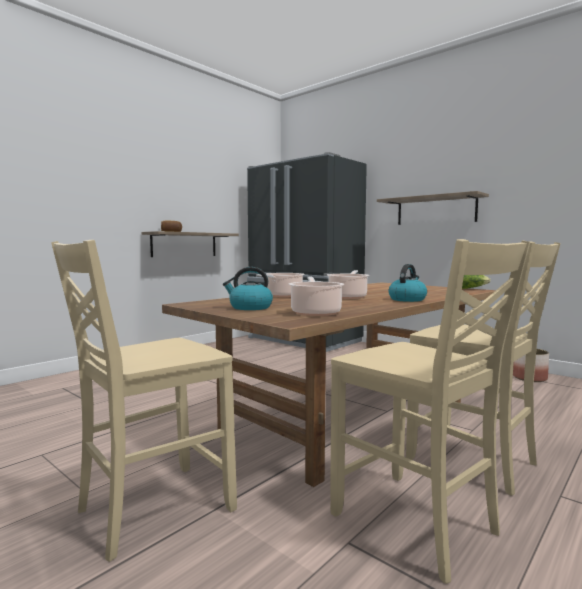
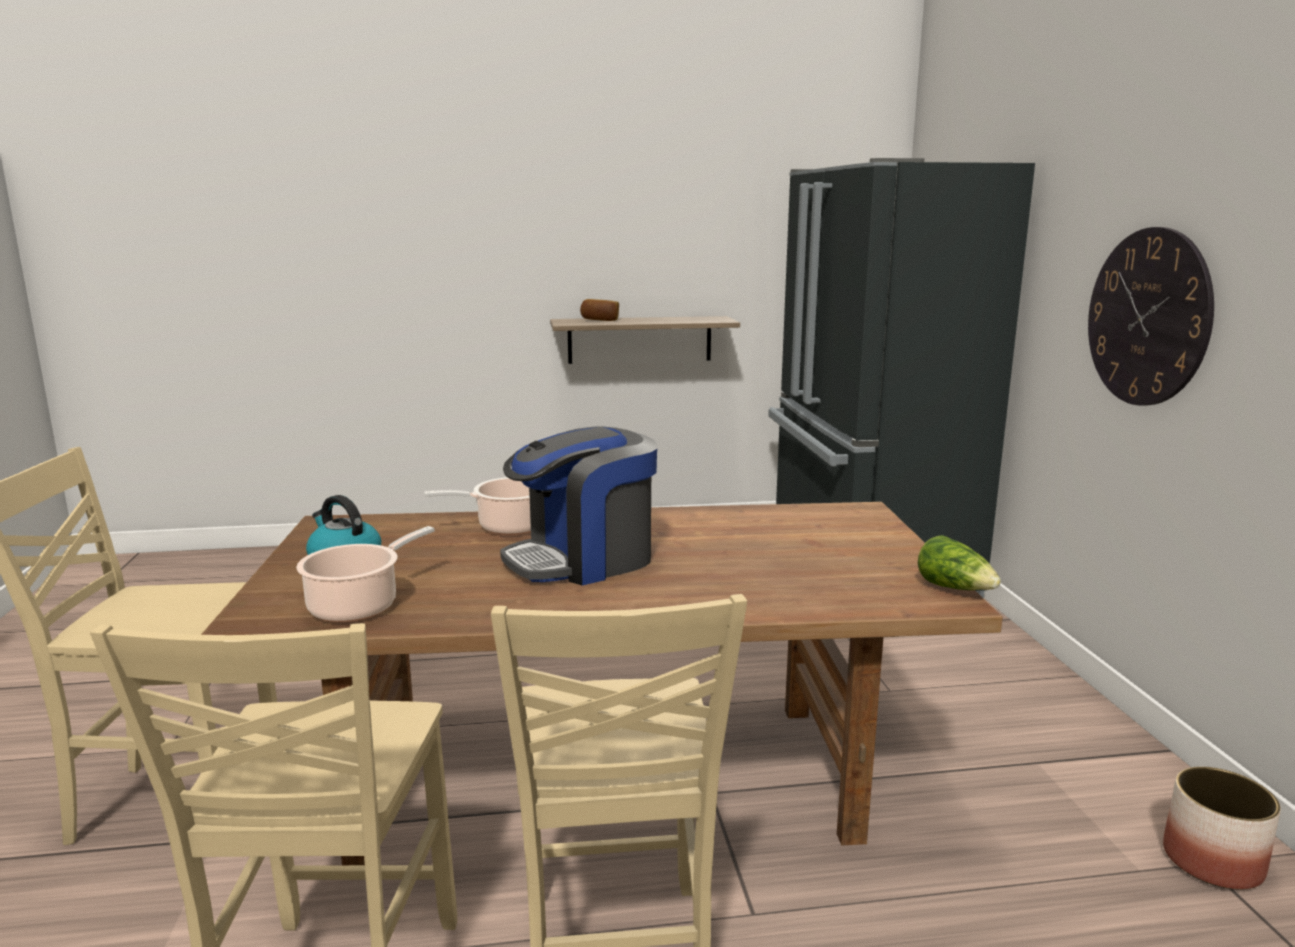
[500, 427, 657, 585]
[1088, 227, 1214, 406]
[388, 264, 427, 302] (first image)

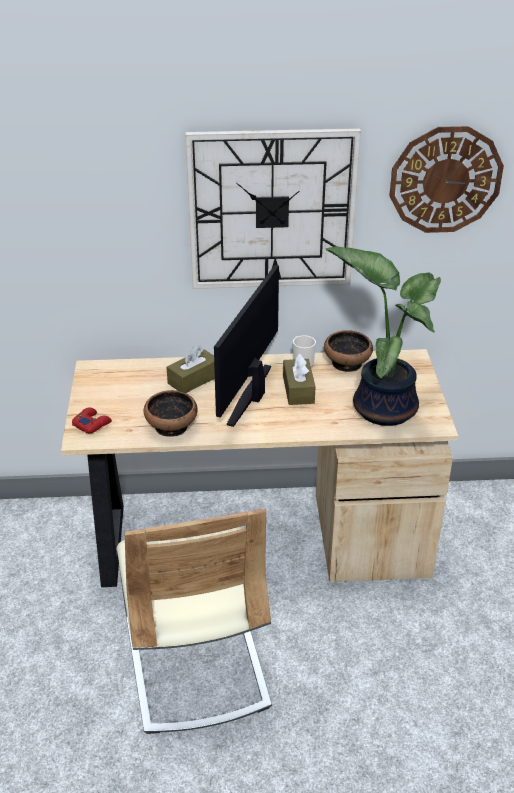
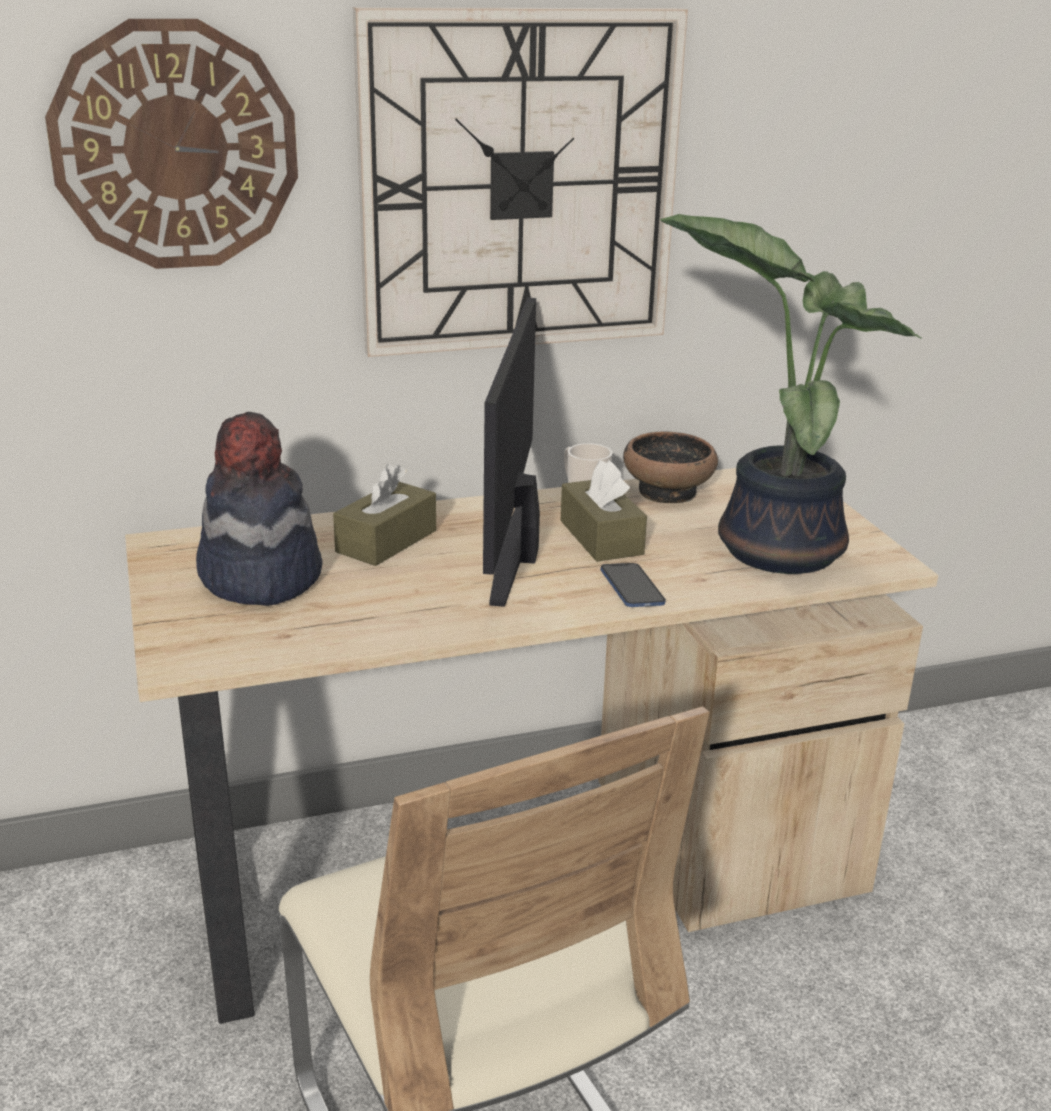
[45, 19, 298, 269]
[196, 412, 323, 606]
[601, 563, 666, 607]
[72, 407, 112, 433] (first image)
[143, 390, 198, 437] (first image)

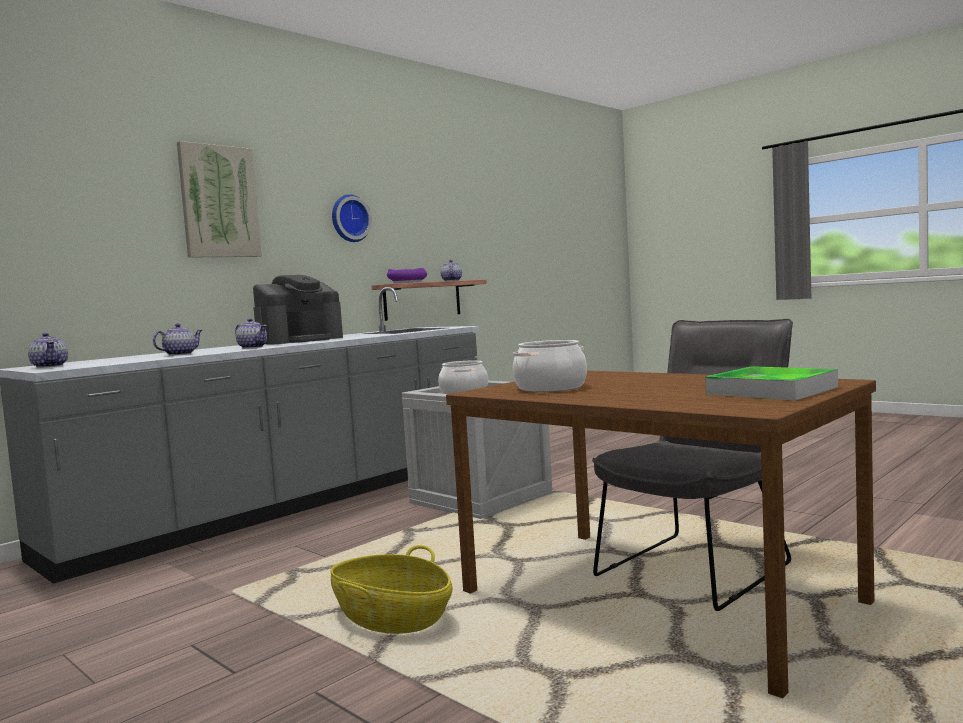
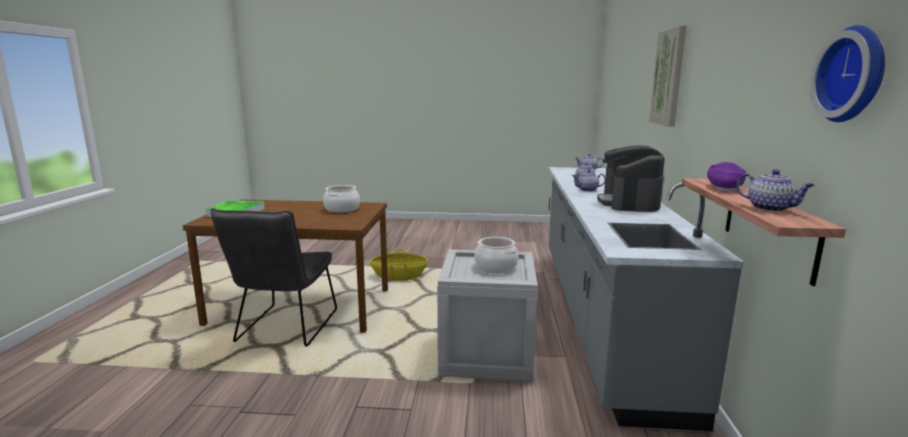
[810, 25, 885, 122]

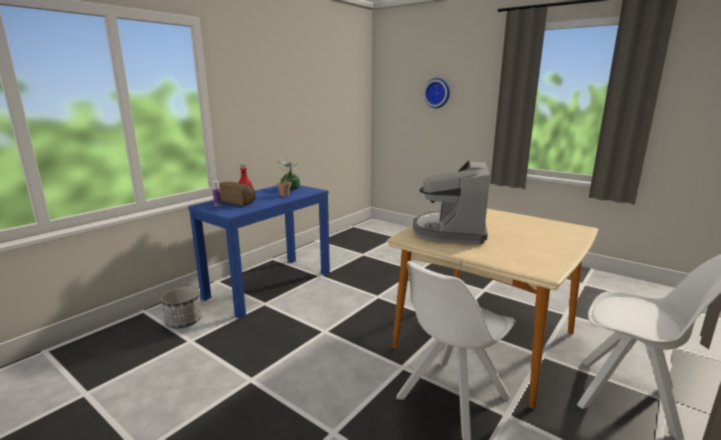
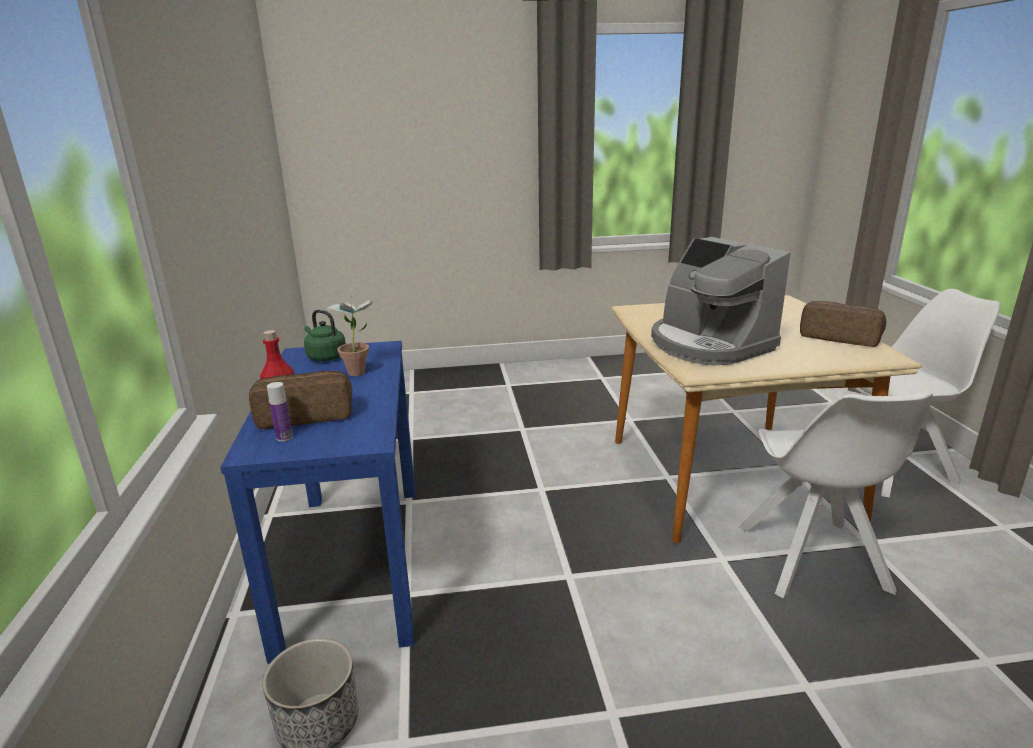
[800, 301, 887, 347]
[424, 78, 450, 108] (first image)

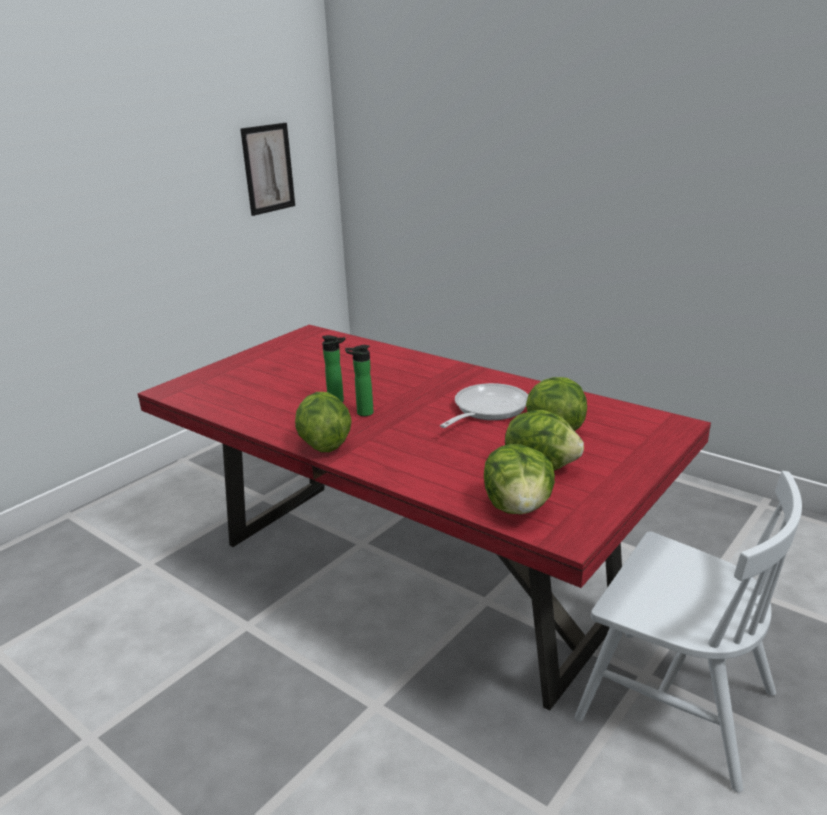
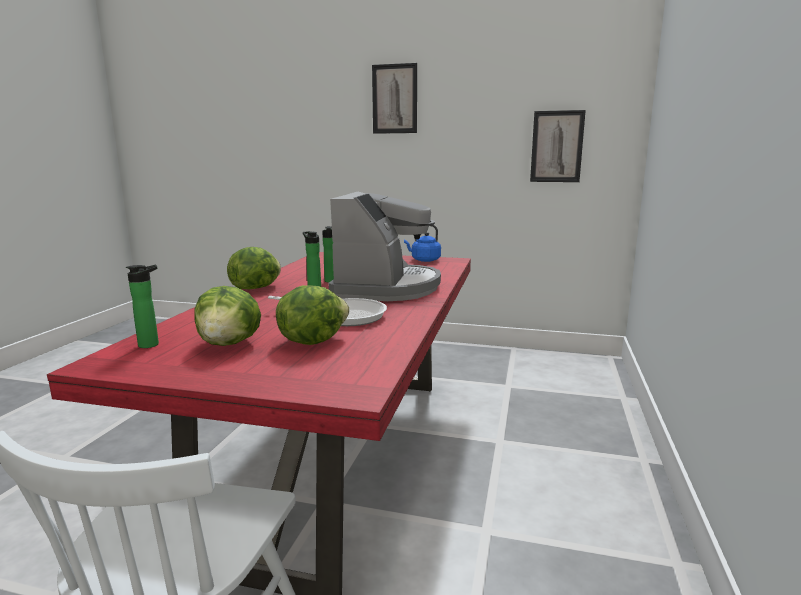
[126, 265, 159, 348]
[329, 192, 441, 301]
[372, 63, 417, 134]
[404, 225, 441, 262]

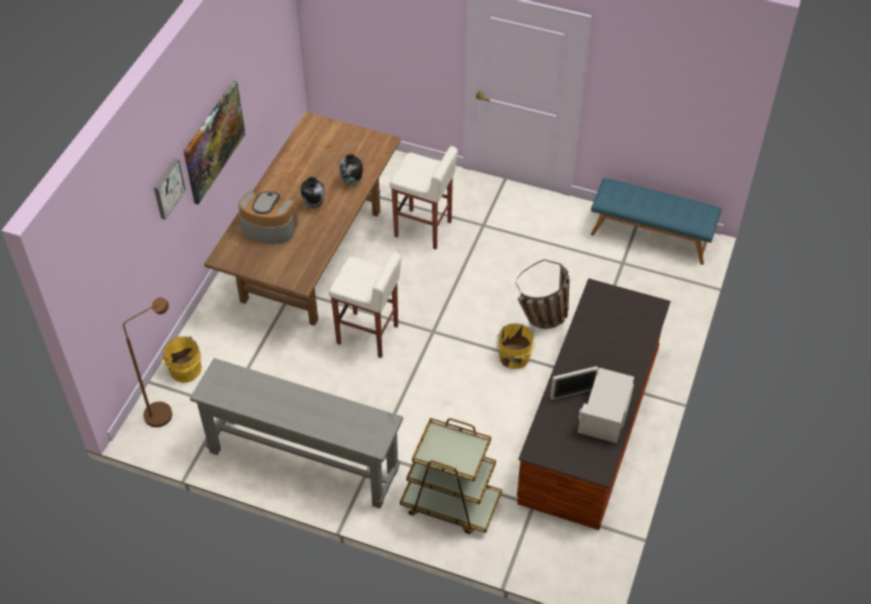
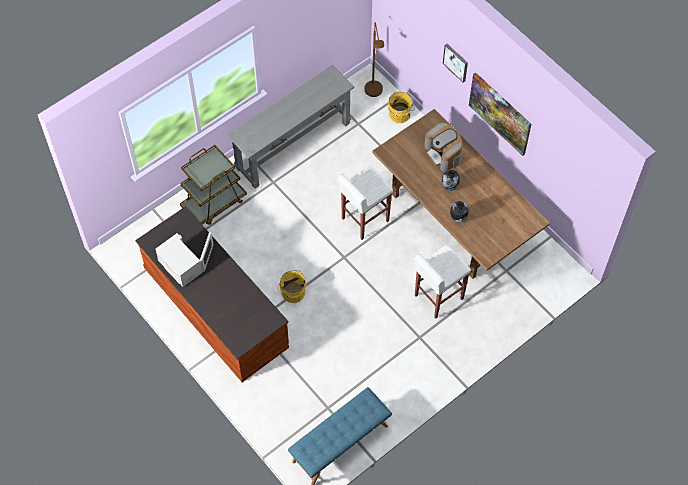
[424, 122, 463, 172]
[516, 259, 569, 329] (first image)

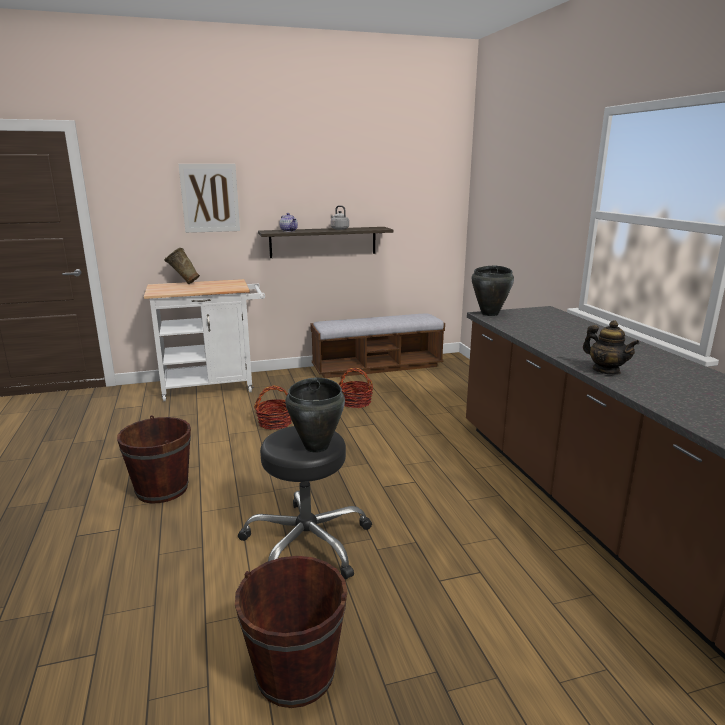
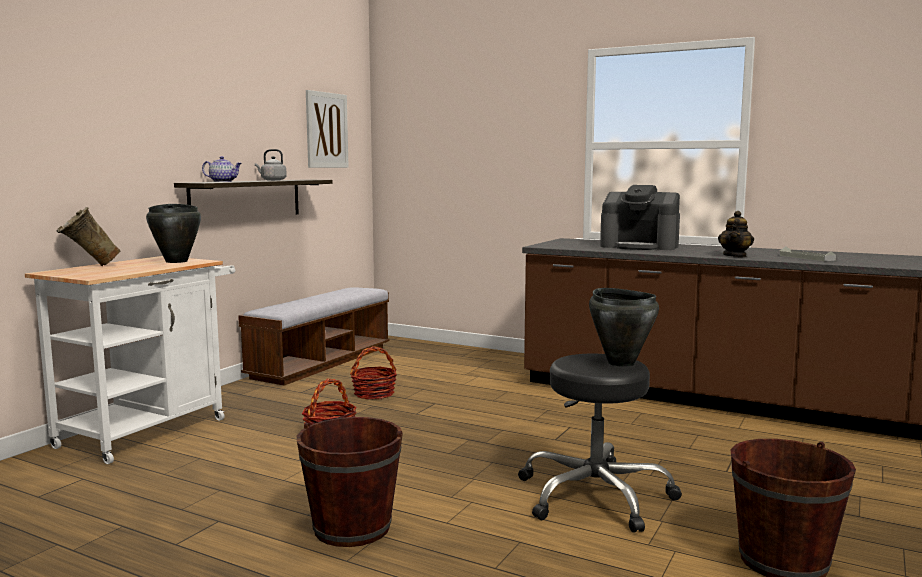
[146, 204, 201, 263]
[306, 90, 349, 168]
[600, 185, 680, 250]
[718, 211, 754, 257]
[779, 246, 836, 261]

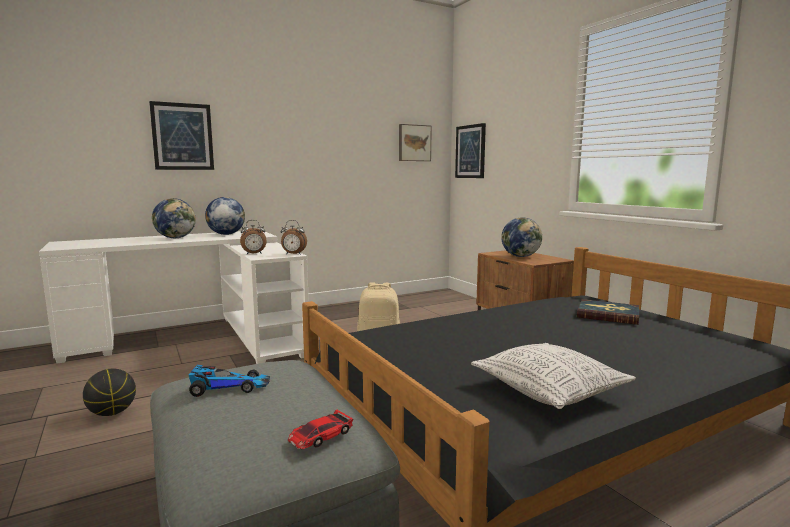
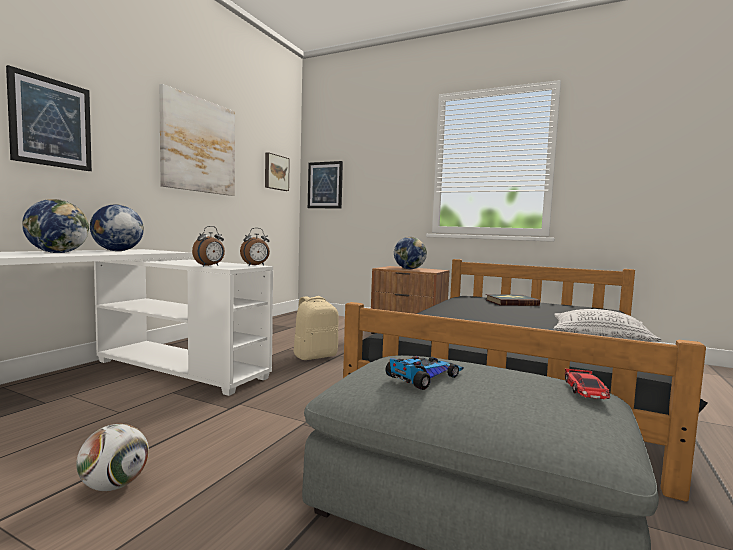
[76, 424, 149, 491]
[159, 84, 235, 196]

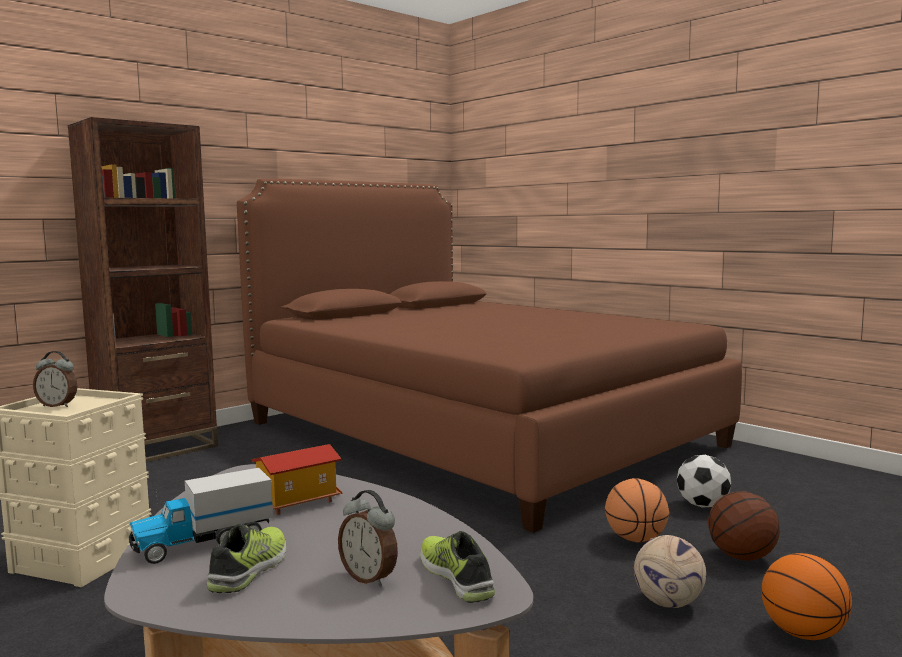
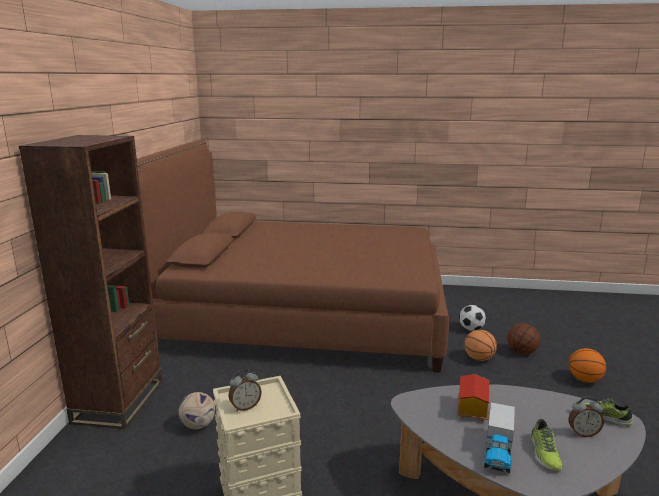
[179, 392, 215, 429]
[530, 419, 563, 470]

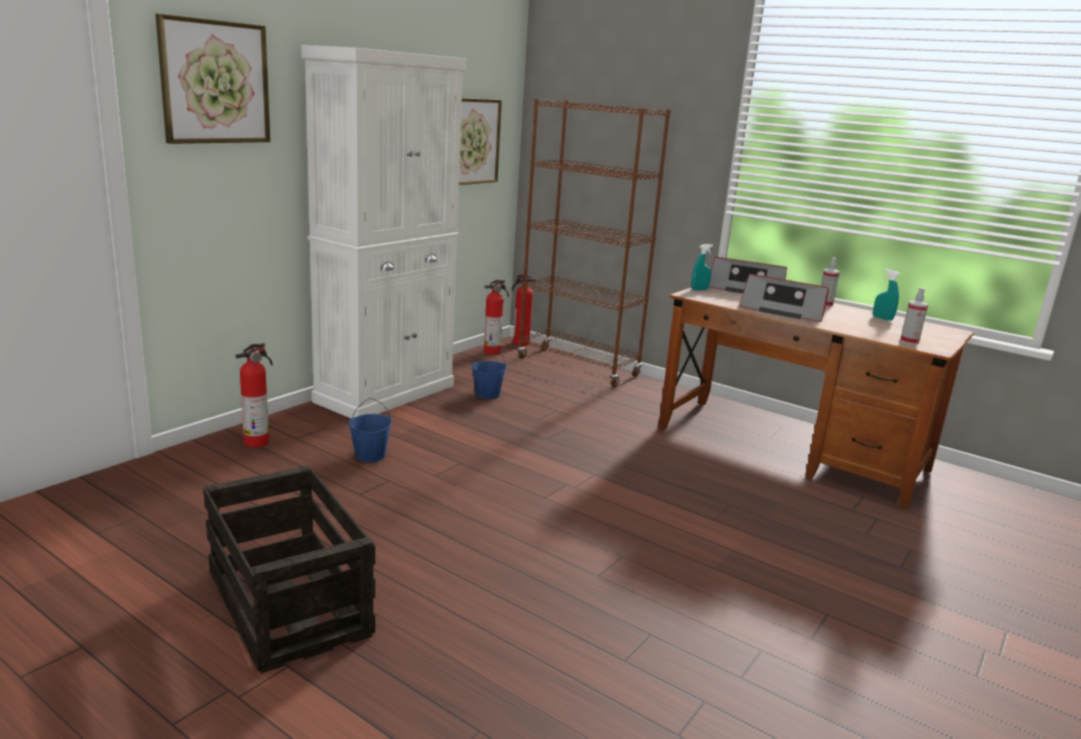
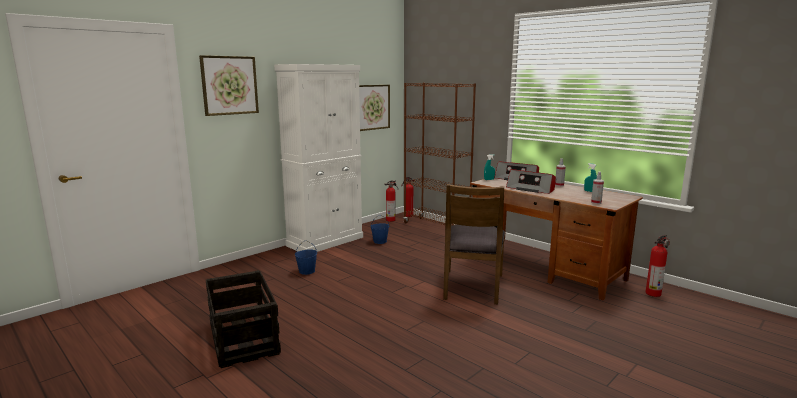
[443, 184, 505, 304]
[646, 235, 670, 297]

